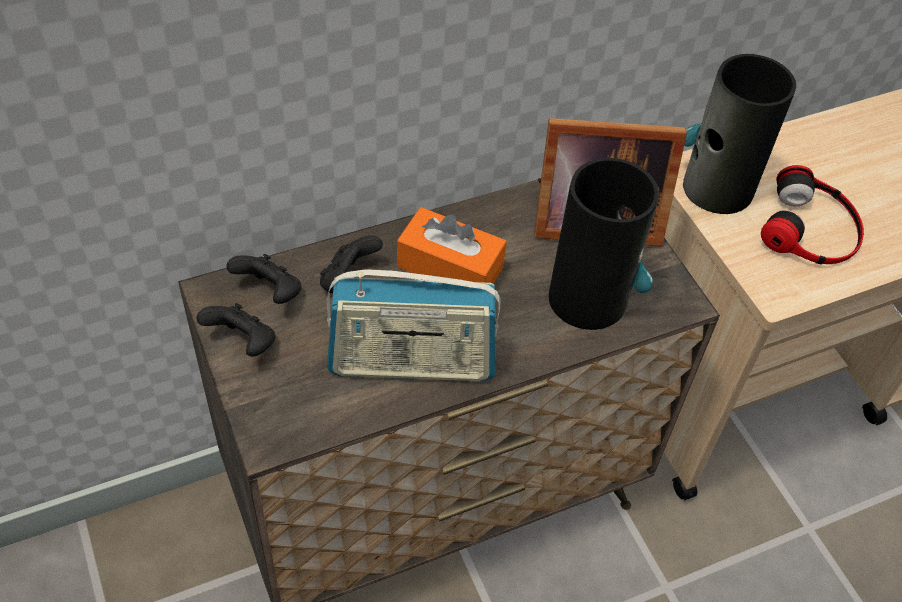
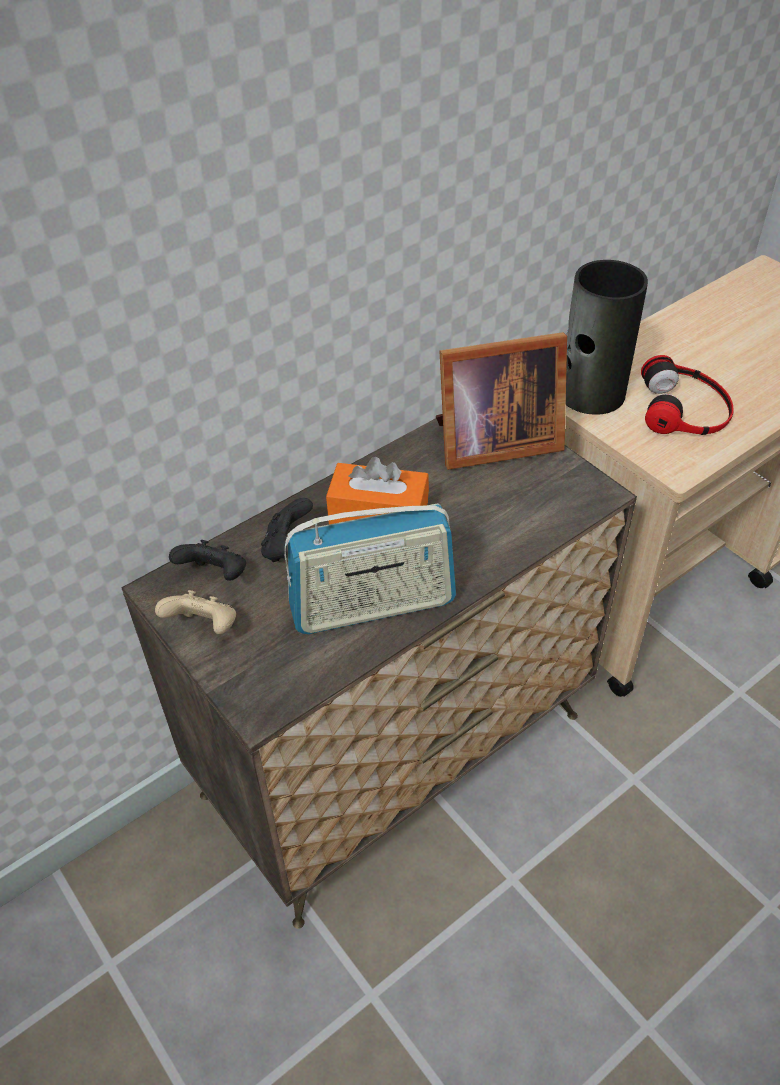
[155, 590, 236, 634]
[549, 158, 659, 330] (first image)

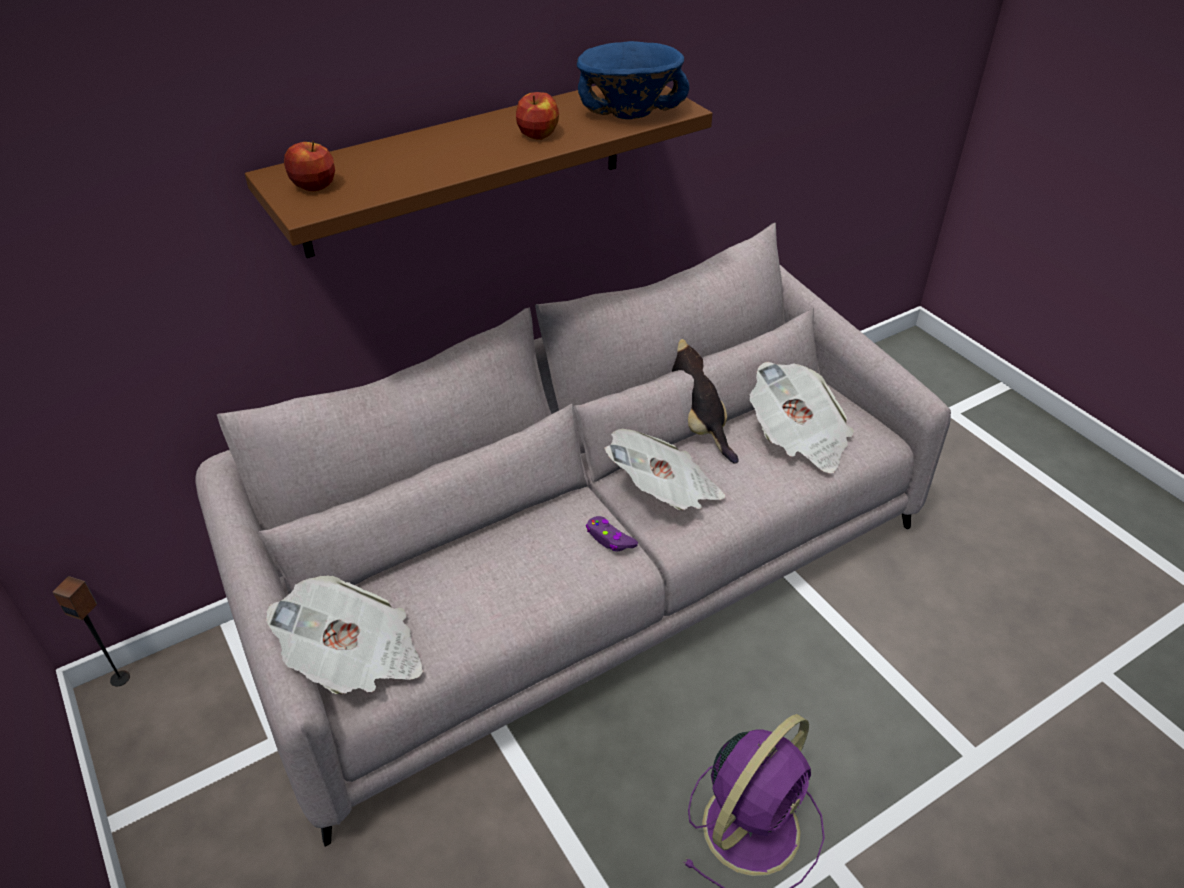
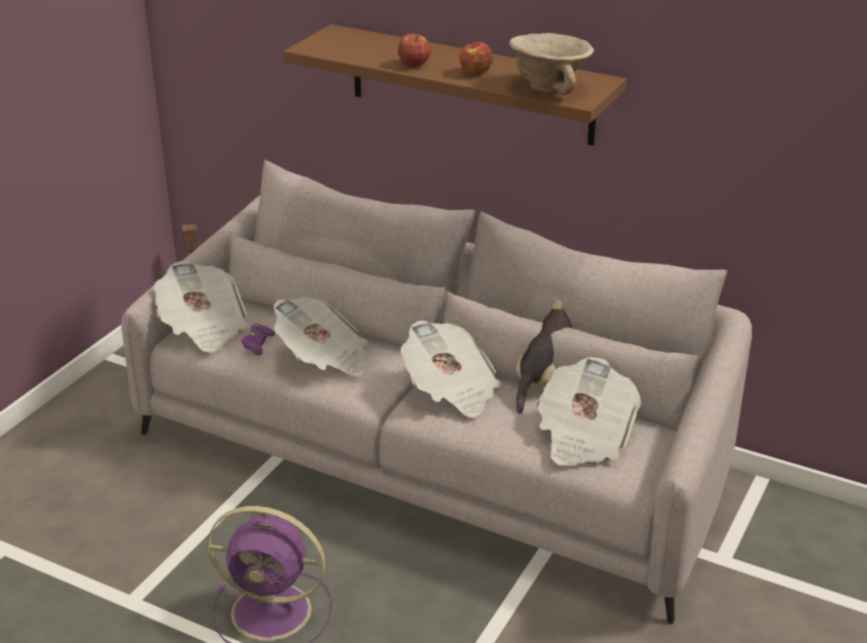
[241, 324, 275, 355]
[274, 297, 368, 377]
[398, 34, 431, 67]
[509, 33, 594, 95]

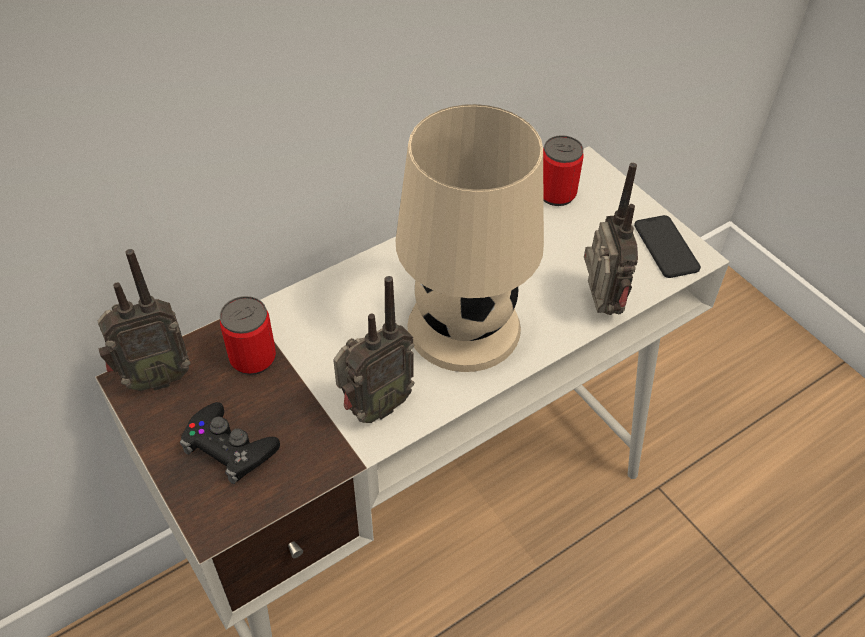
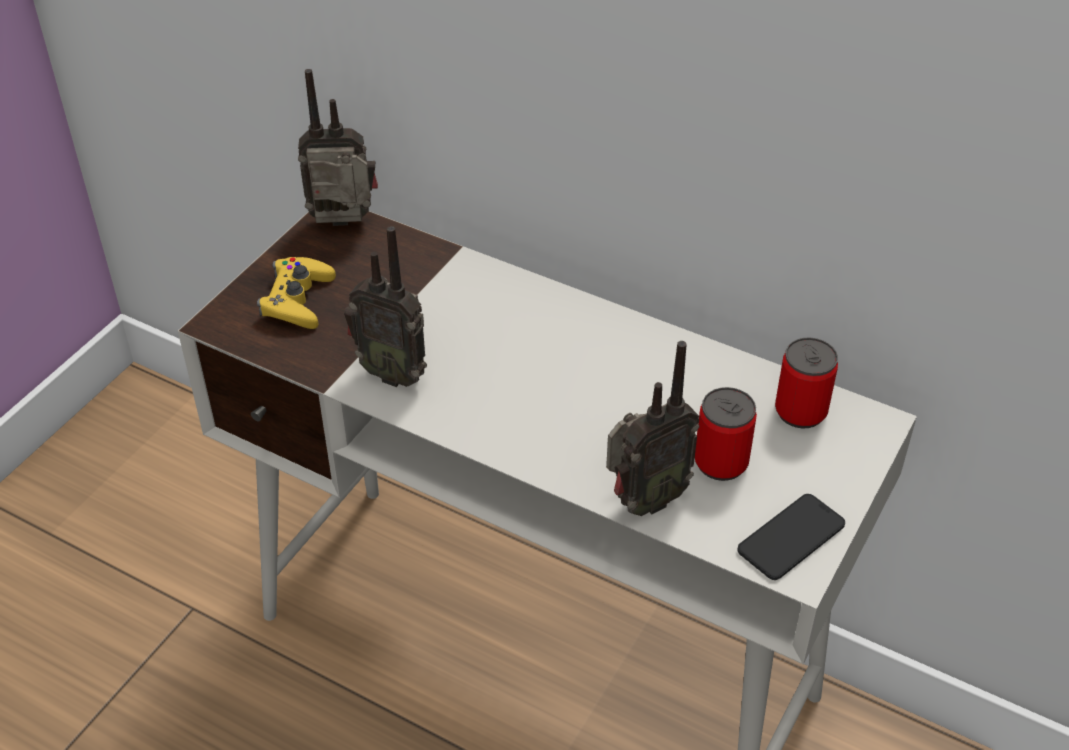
[257, 257, 336, 329]
[298, 69, 378, 226]
[695, 387, 757, 481]
[396, 104, 544, 372] (first image)

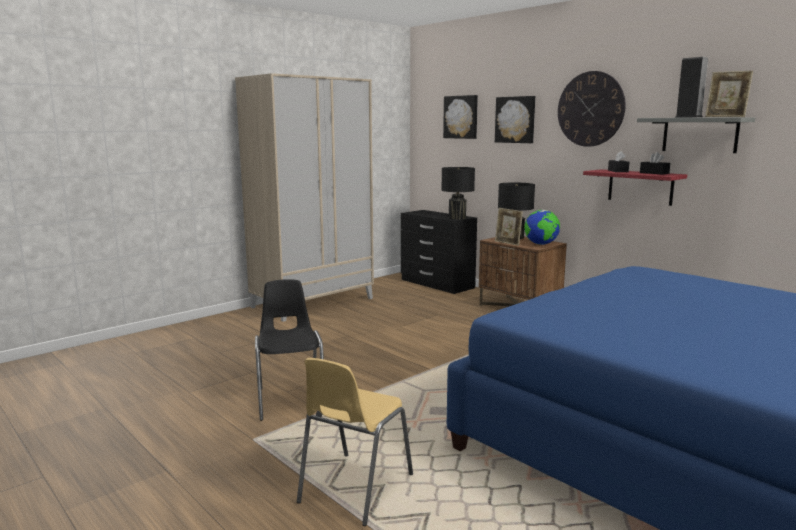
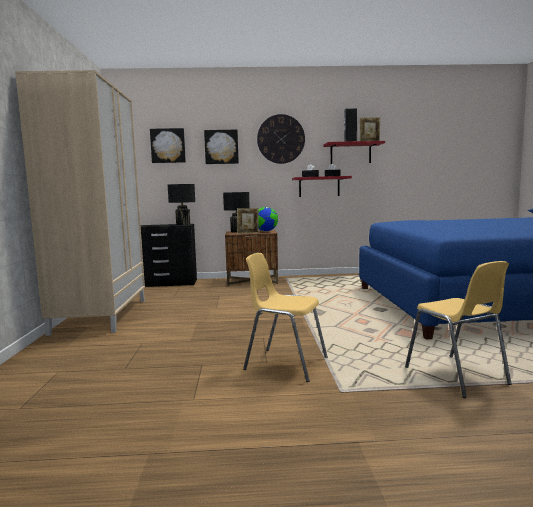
[243, 253, 328, 382]
[324, 141, 385, 164]

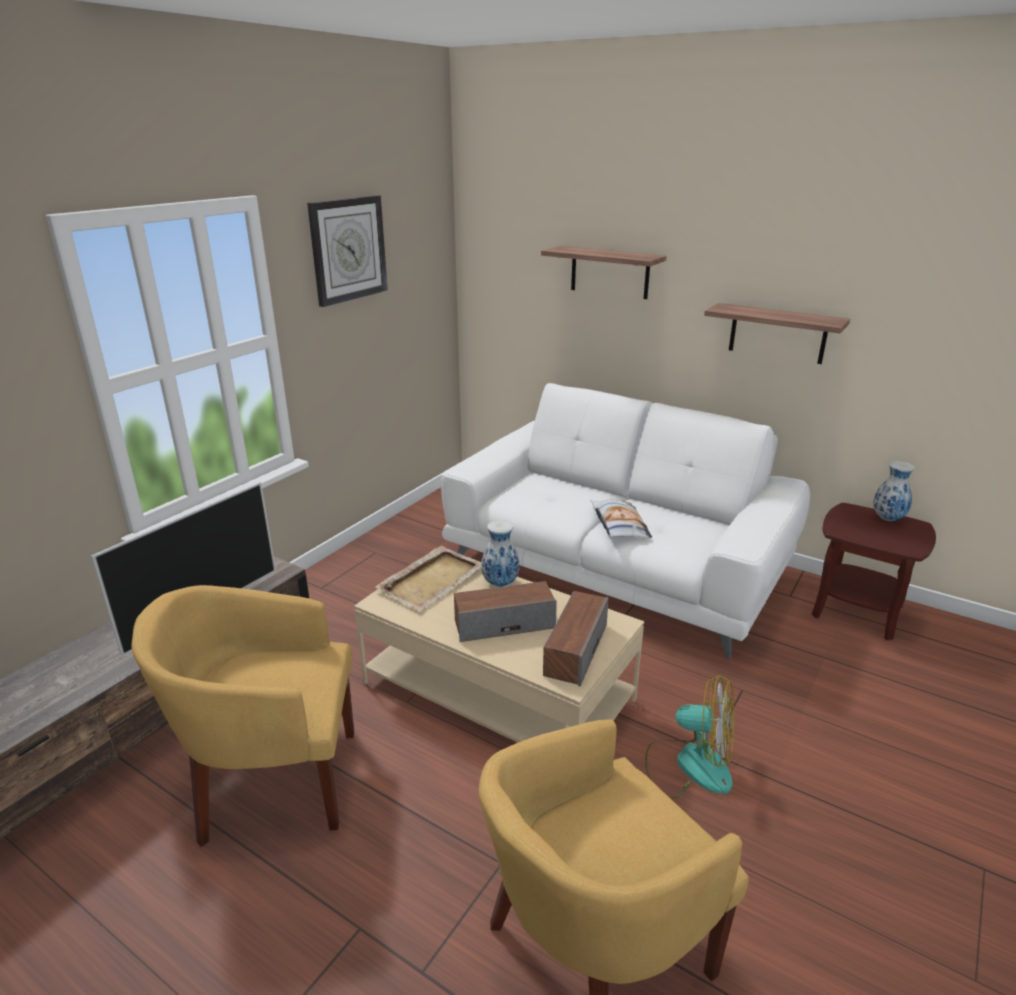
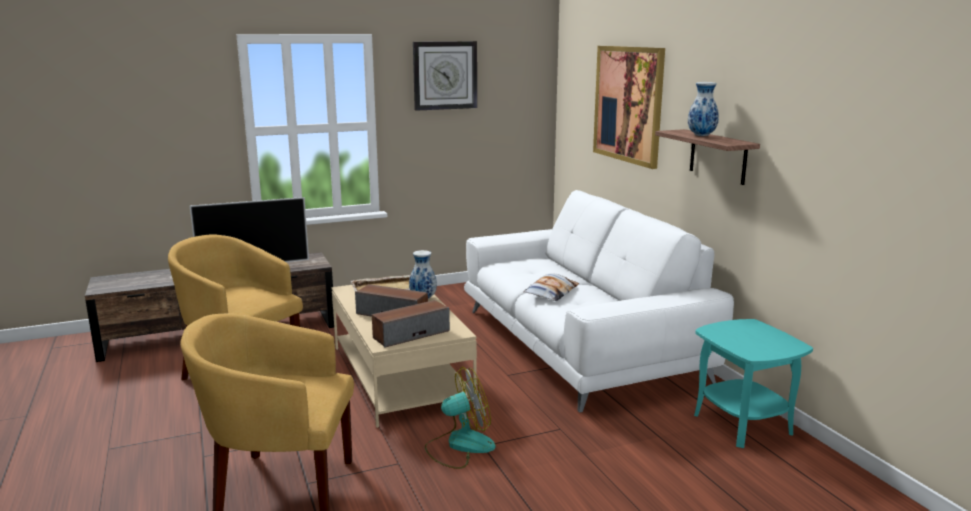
[425, 366, 496, 469]
[593, 46, 665, 169]
[688, 82, 719, 136]
[694, 319, 813, 448]

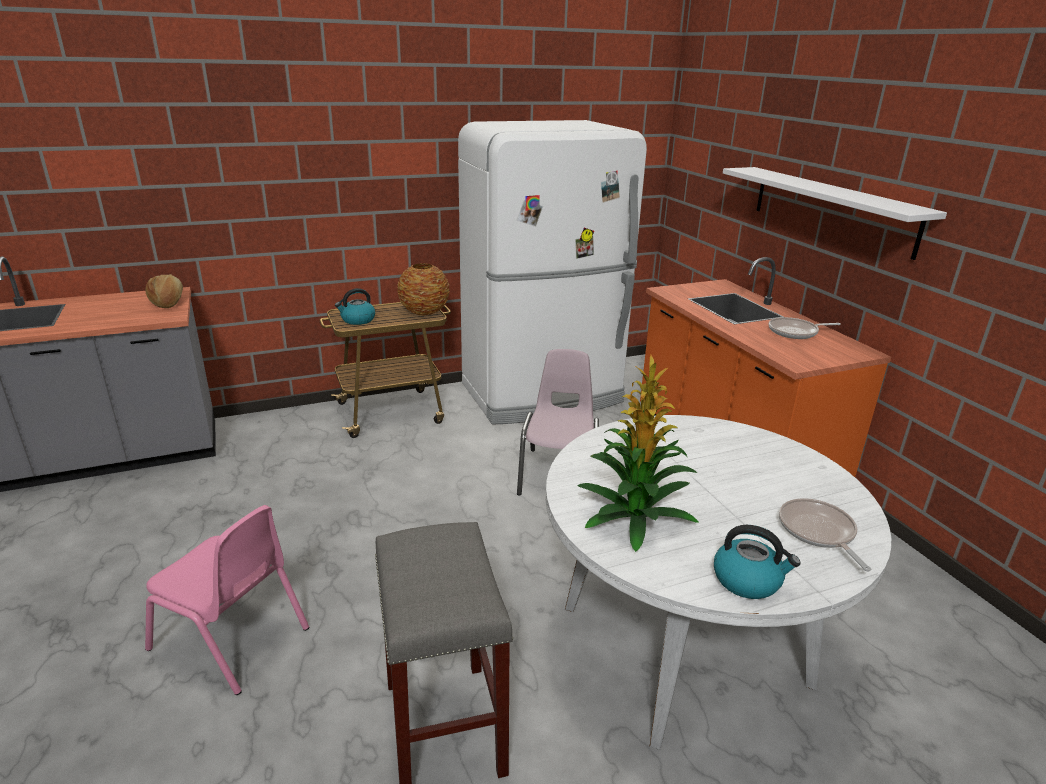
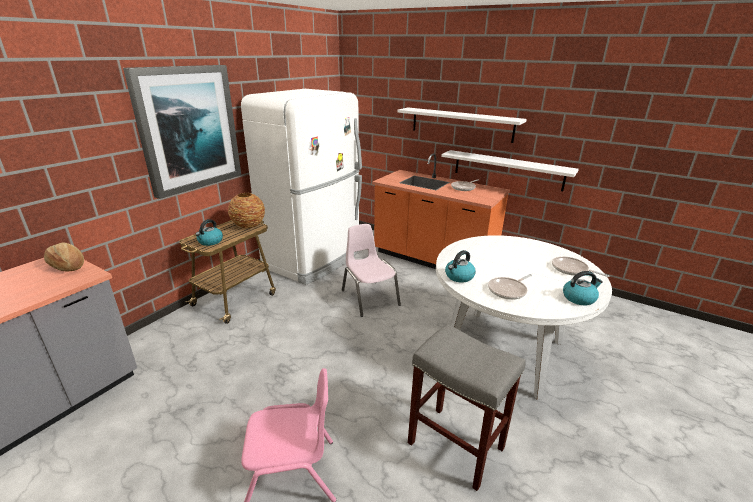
[123, 65, 241, 199]
[441, 150, 579, 191]
[445, 250, 476, 283]
[488, 274, 532, 300]

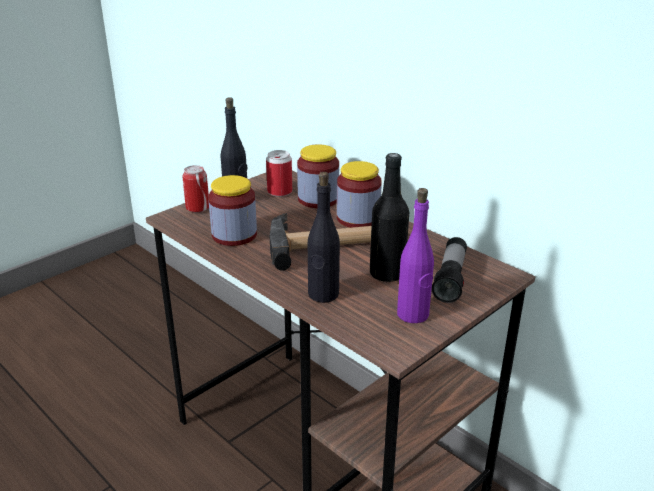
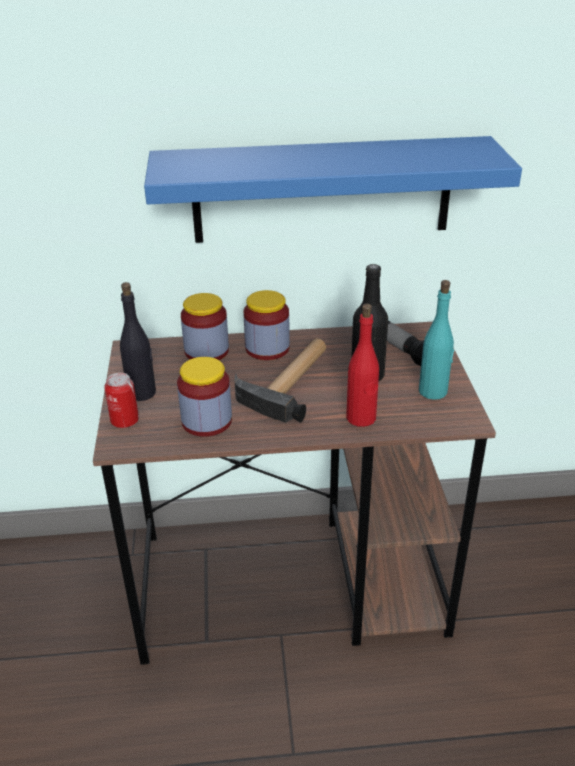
[144, 136, 522, 243]
[346, 303, 379, 427]
[419, 280, 454, 400]
[266, 150, 292, 197] (first image)

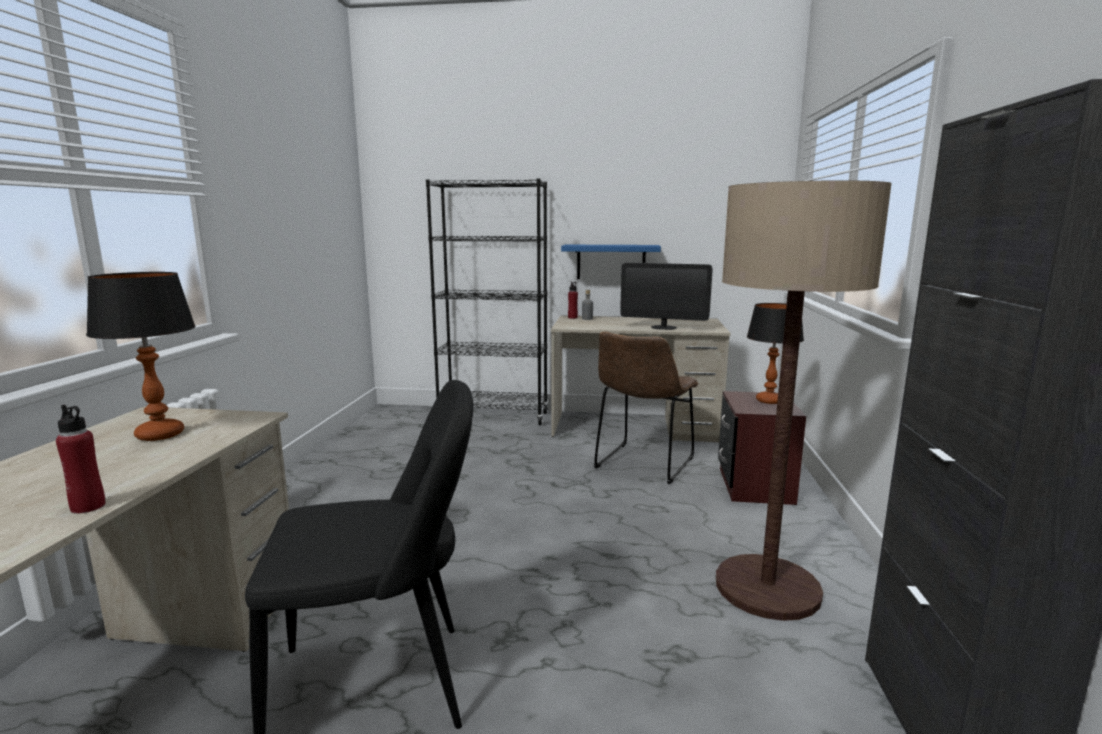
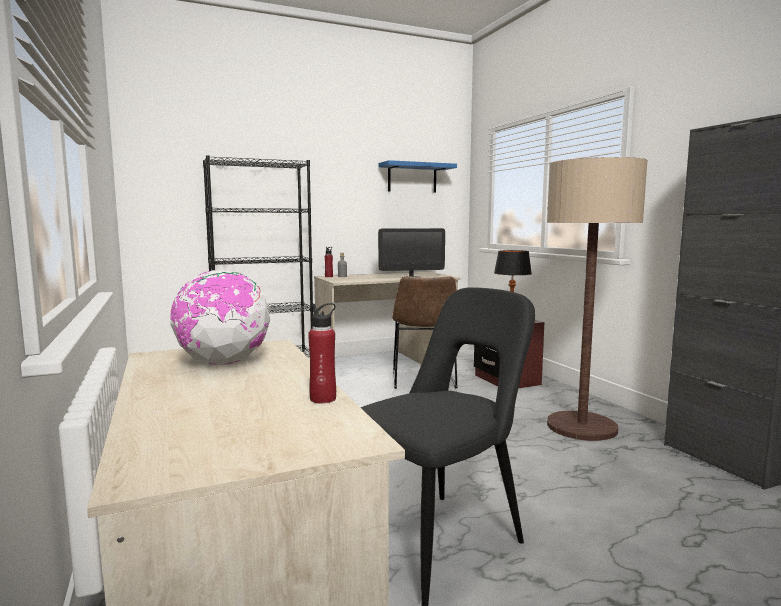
[170, 270, 270, 365]
[378, 160, 457, 193]

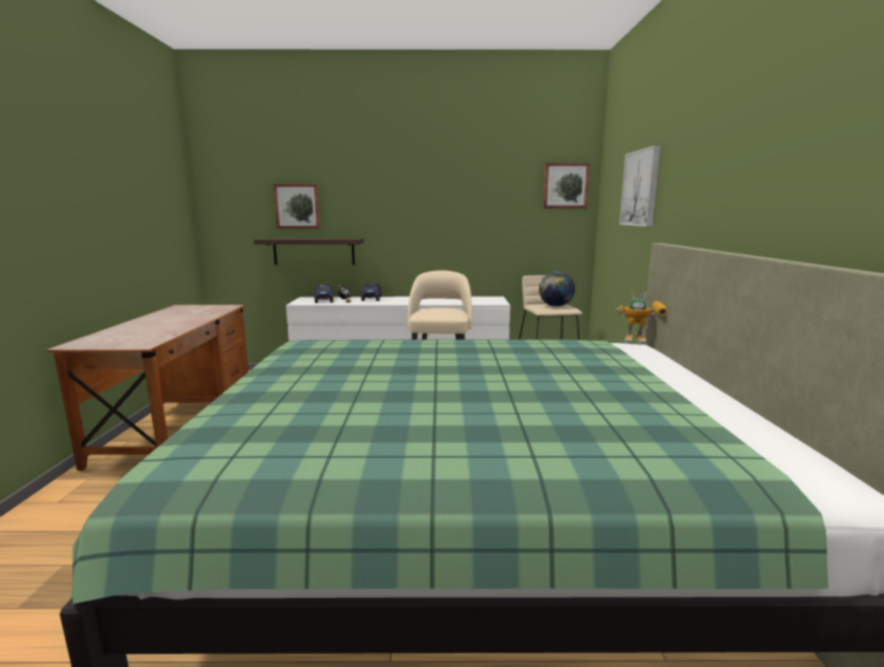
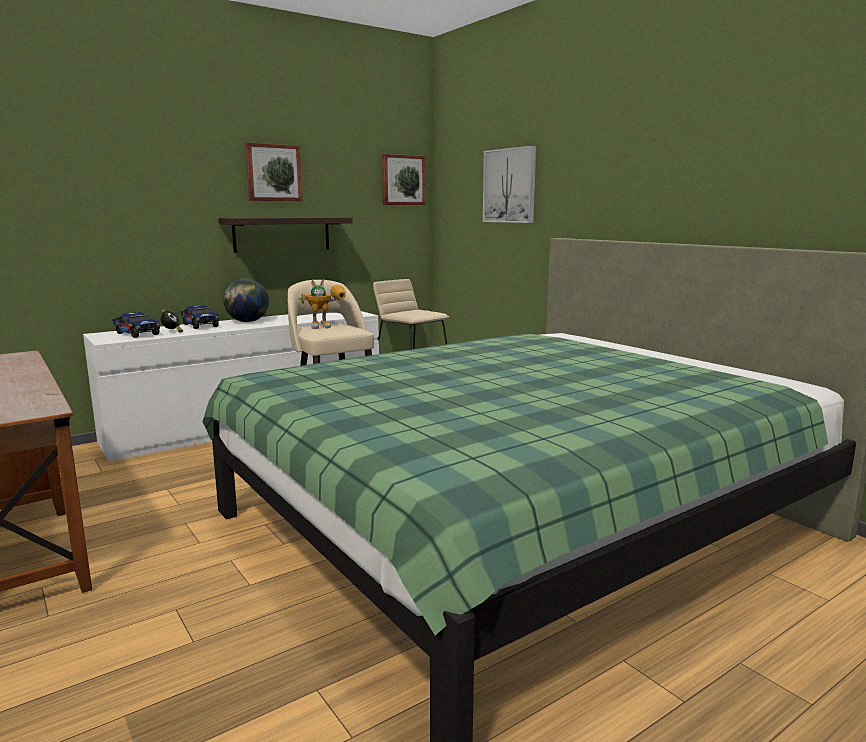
[218, 217, 353, 253]
[223, 279, 269, 322]
[245, 142, 303, 201]
[299, 280, 346, 329]

